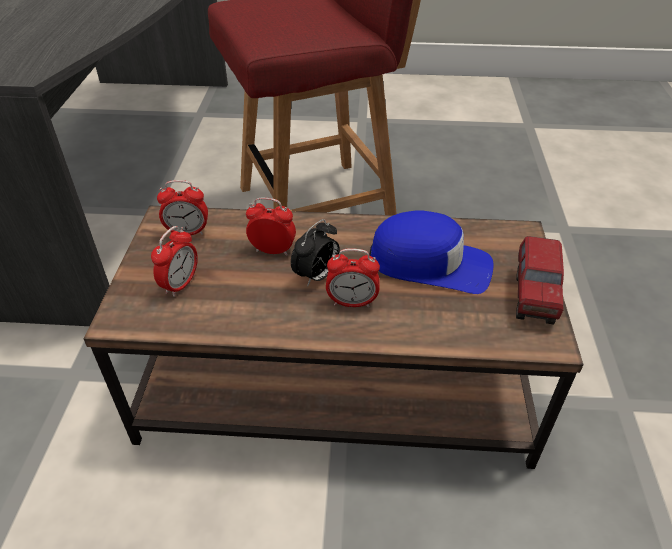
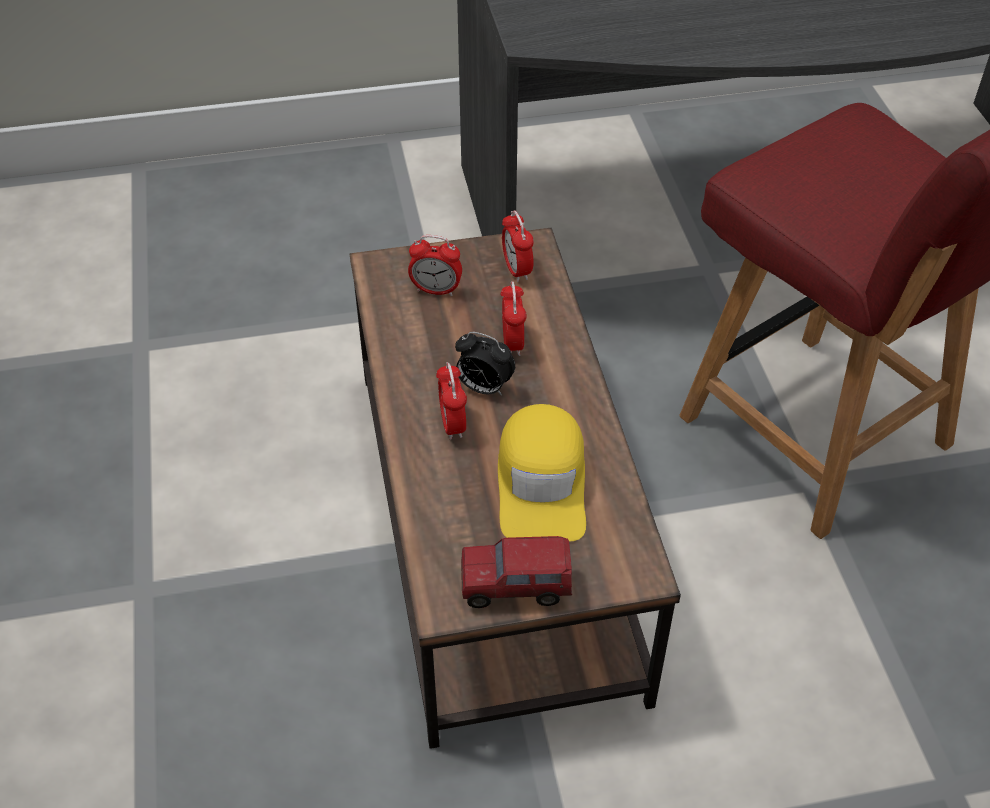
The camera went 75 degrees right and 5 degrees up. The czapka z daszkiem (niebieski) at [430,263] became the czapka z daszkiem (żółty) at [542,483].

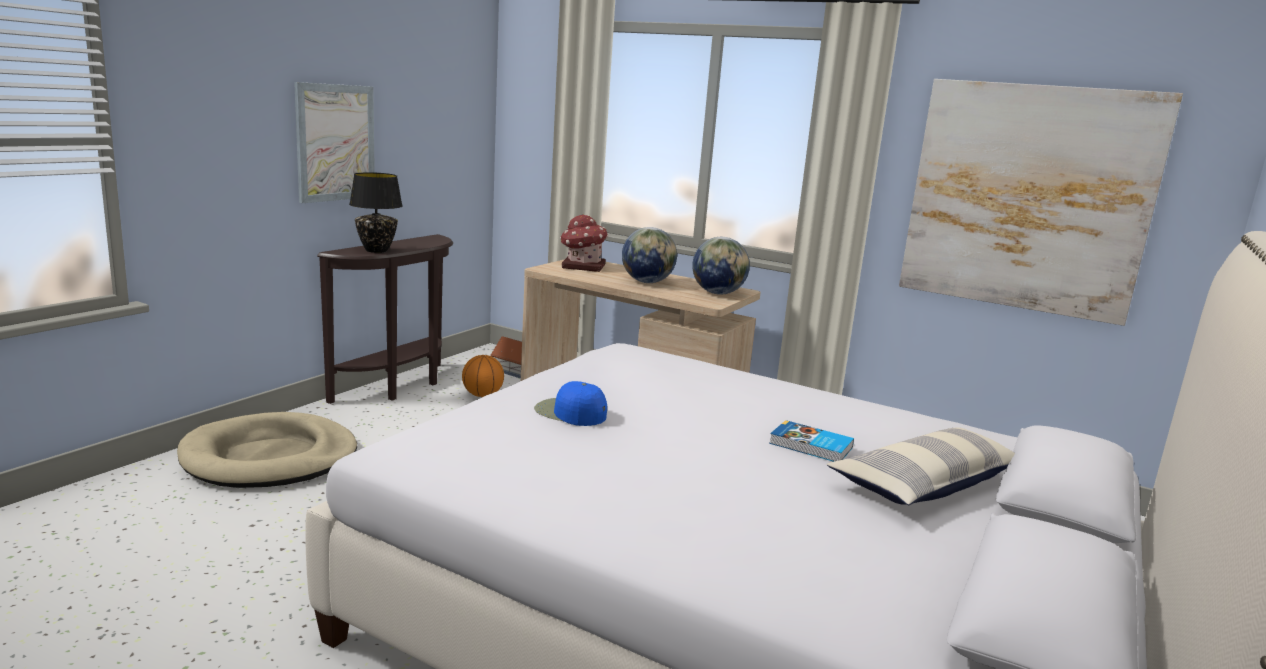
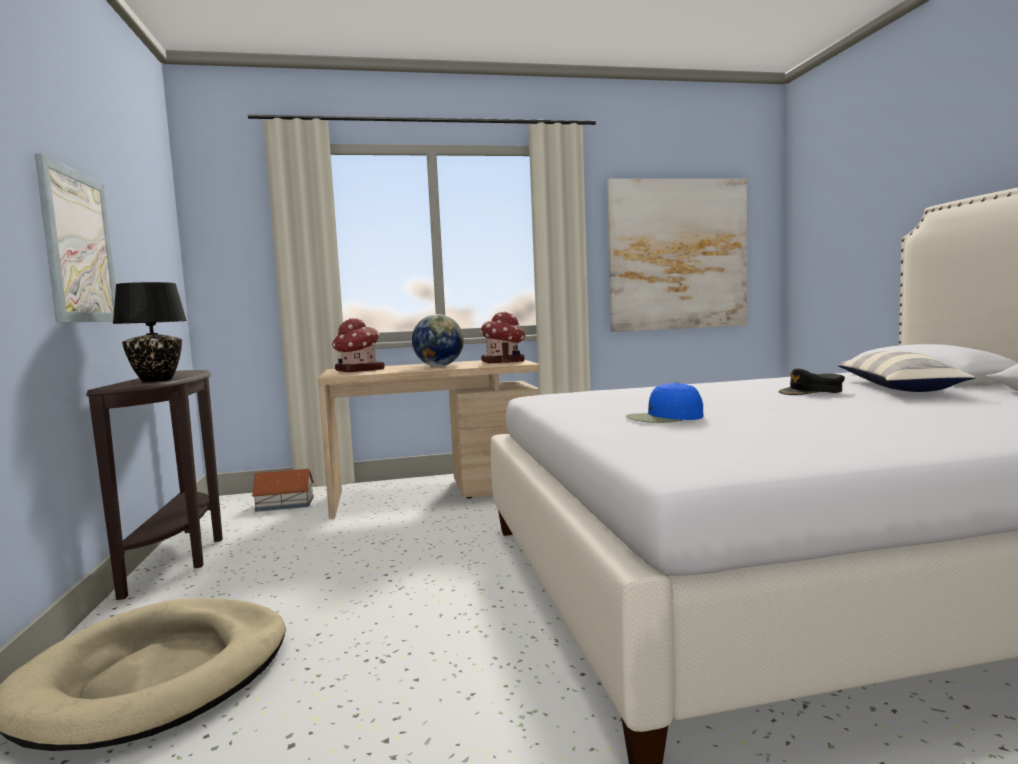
The camera went 40 degrees left and 10 degrees down. The piłka do koszykówki at [482,395] disappeared. The globus at [718,293] was replaced by the domek at [503,361]. The książka at [811,446] was replaced by the czapka z daszkiem (czarny) at [811,392].

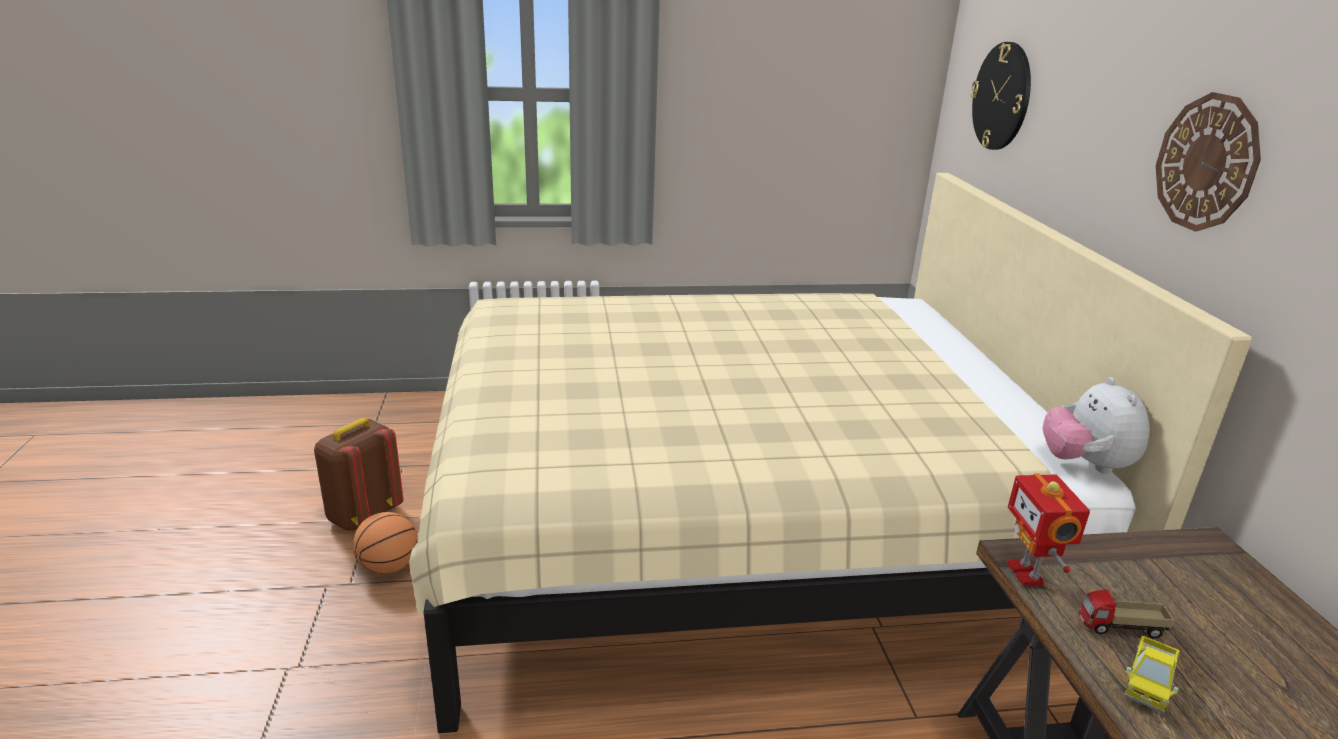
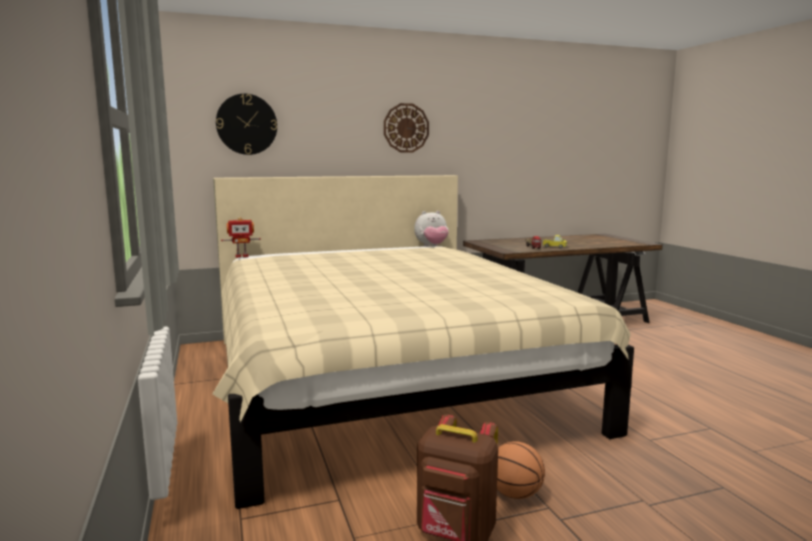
The camera went 100 degrees left and 15 degrees down. The robot zabawkowy moved from [1027,574] to [242,256].

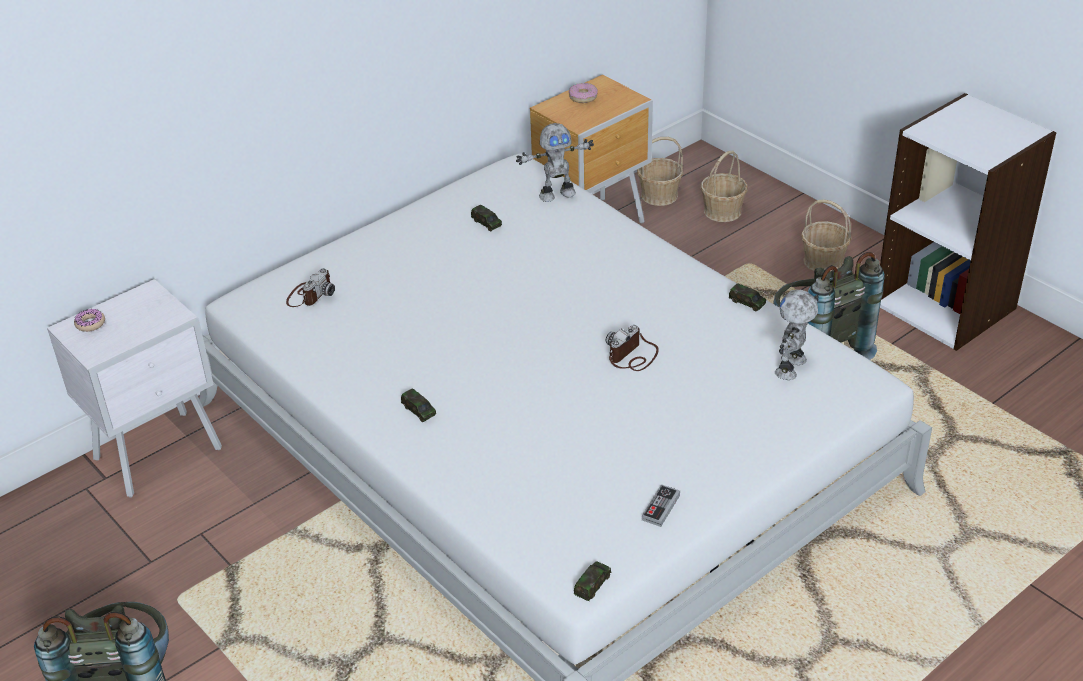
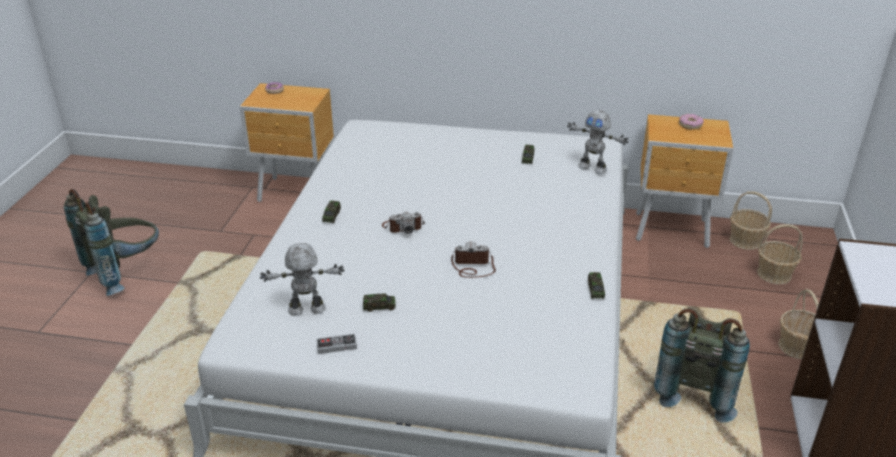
The camera went 50 degrees right and 5 degrees down. The aparat fotograficzny moved from [310,295] to [403,227]. The samochodzik moved from [592,585] to [379,307]. The robot zabawkowy moved from [792,368] to [307,310]. The szafka nocna (biały) at [161,454] became the szafka nocna (brązowy) at [297,194].

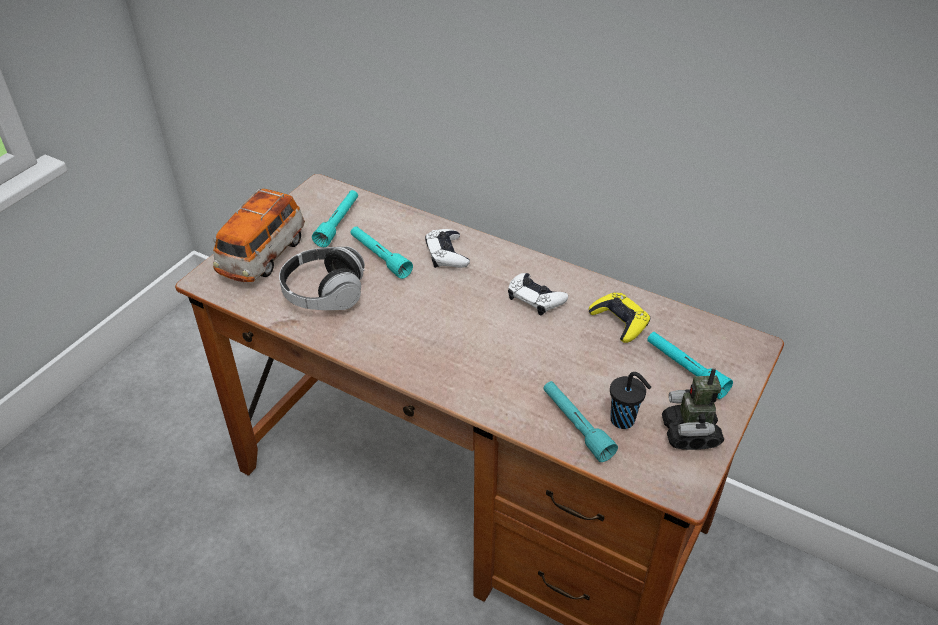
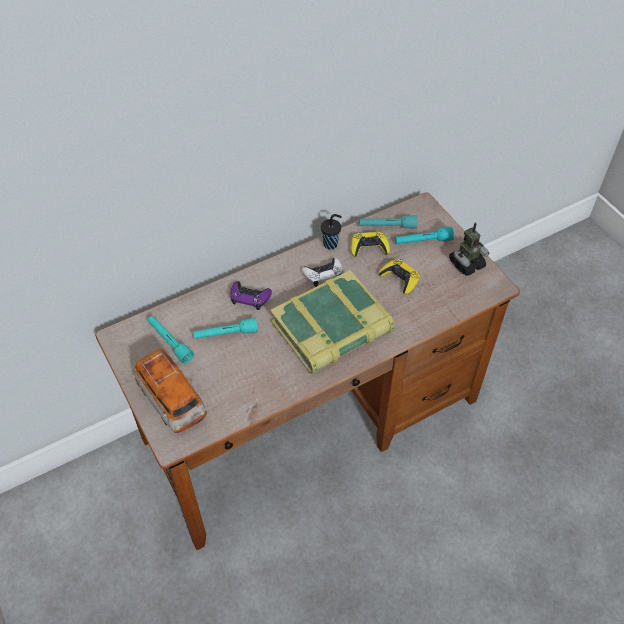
The camera went 60 degrees left and 10 degrees up. The słuchawki at [324,293] disappeared. The książka at [332,329] appeared. The pad do gier (żółty) at [400,279] appeared. The latarka (turkusowy) moved from [576,426] to [387,226]. The filiżanka (czarny) moved from [624,420] to [331,244]. The pad do gier (biały) at [446,254] became the pad do gier (fioletowy) at [250,297]. The robot zabawkowy at [690,434] turned 60 degrees counterclockwise.

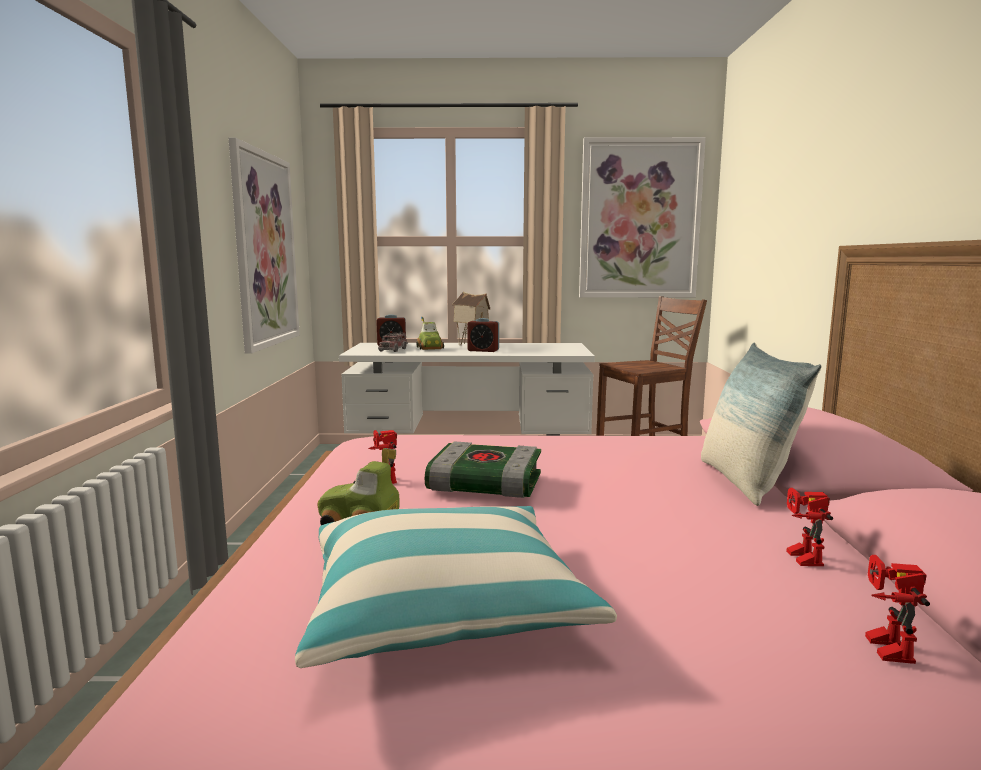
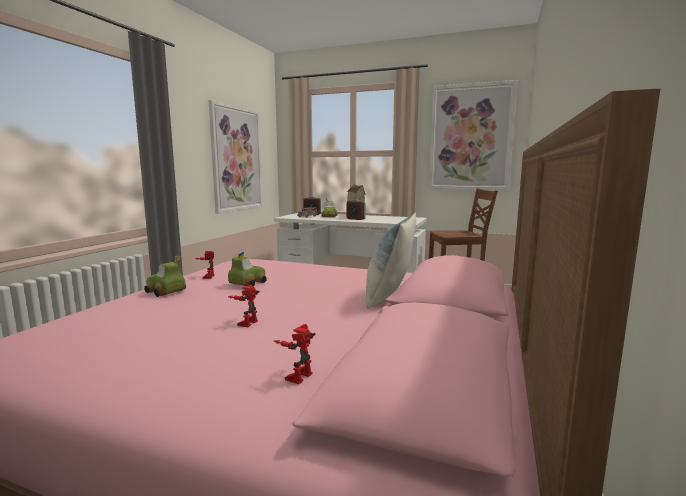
The camera went 20 degrees right and 0 degrees up. The poduszka at [443,607] disappeared. The robot zabawkowy moved from [798,557] to [246,322]. The książka at [483,485] was replaced by the samochodzik at [247,283].

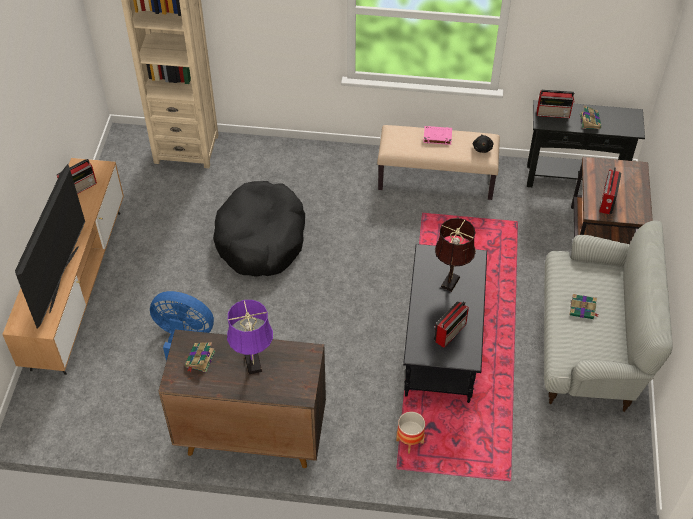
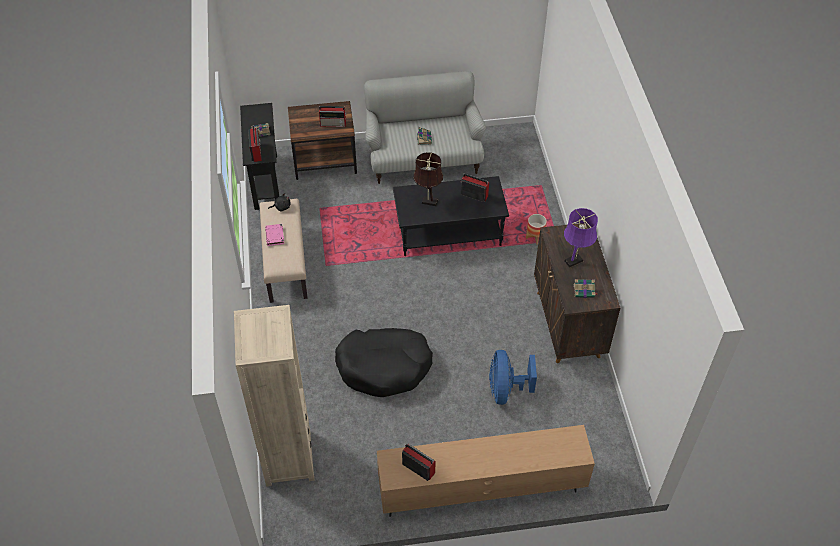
The camera went 105 degrees left and 0 degrees up. The telewizor at [62,278] disappeared.

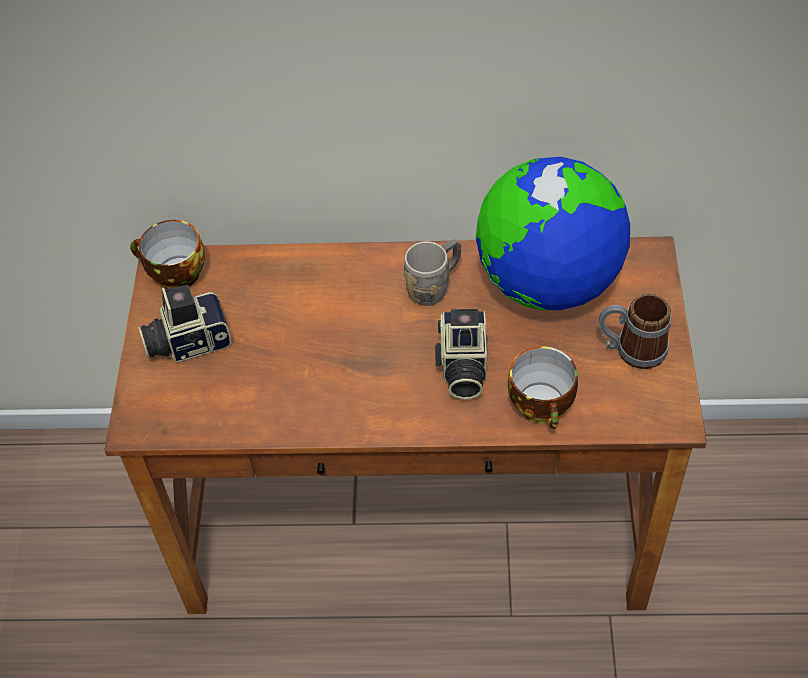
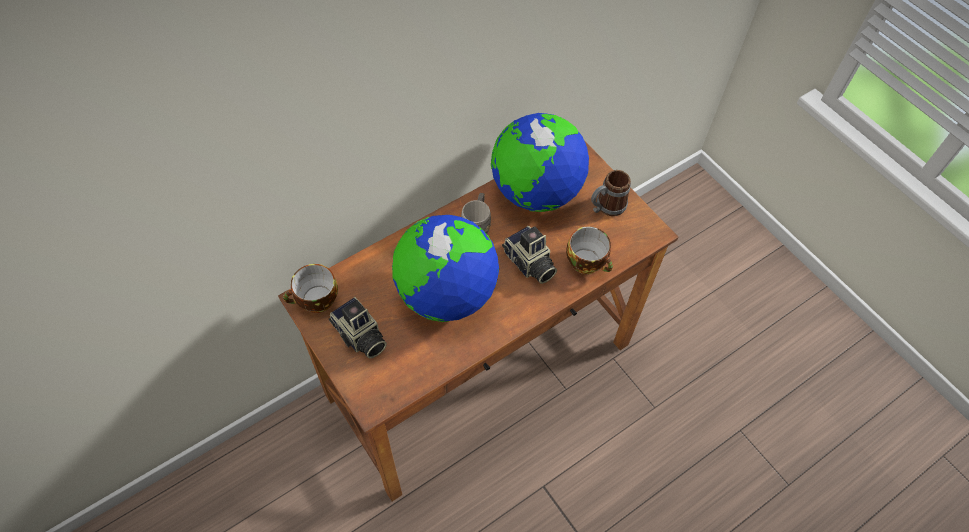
The camera went 40 degrees left and 5 degrees up. The globus at [446,294] appeared. The aparat fotograficzny at [187,341] turned 75 degrees counterclockwise.

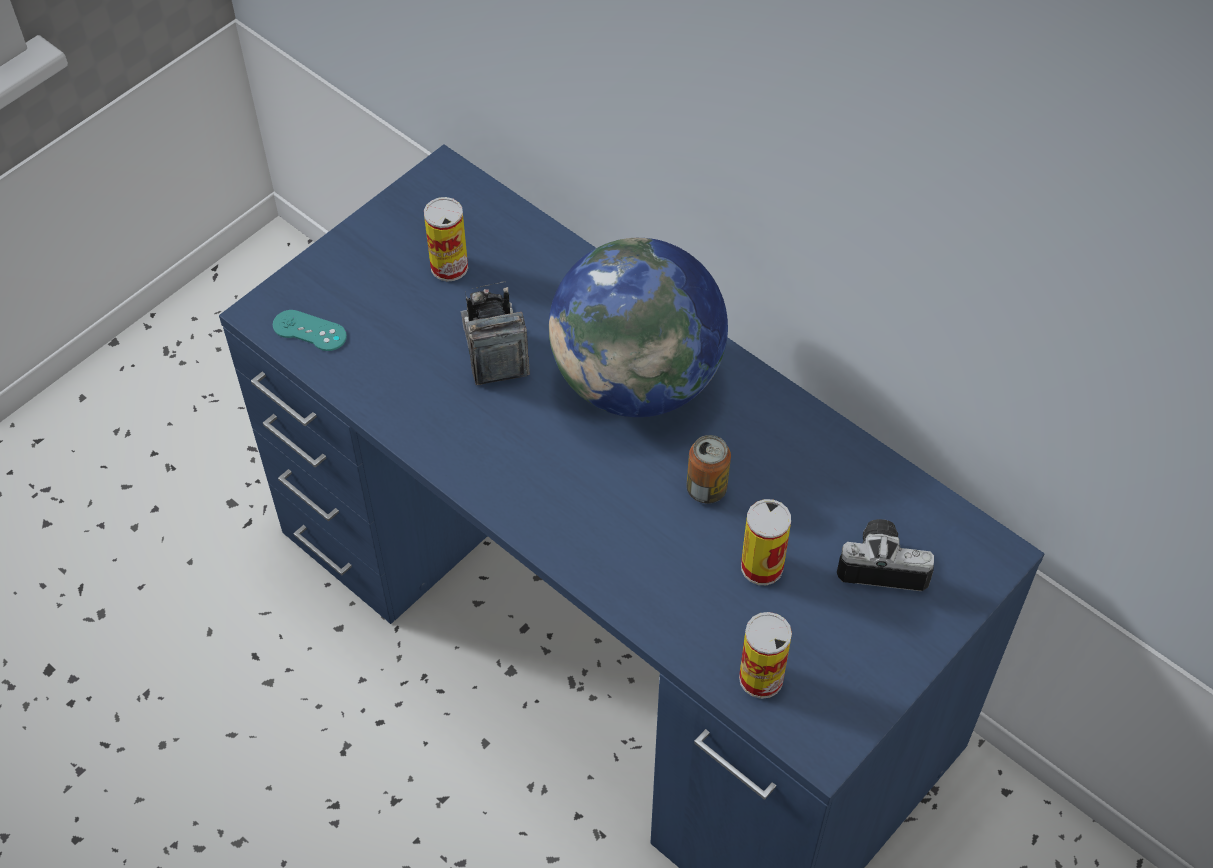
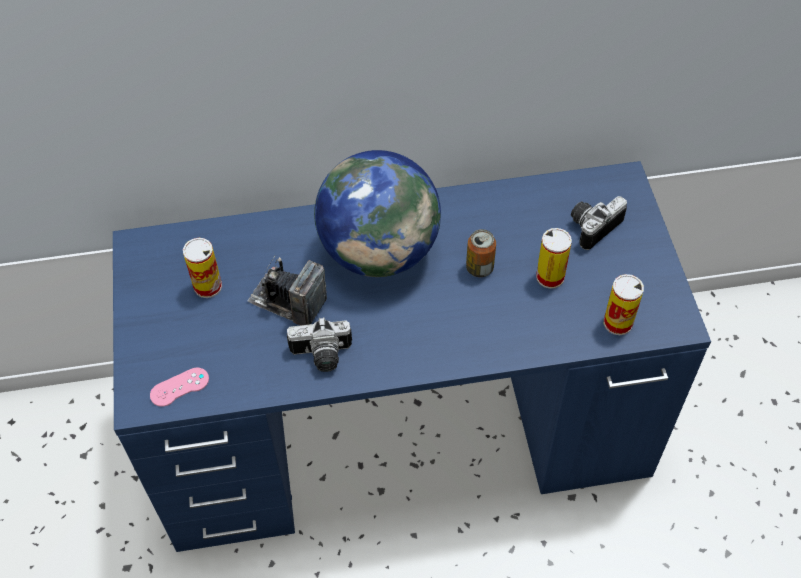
The camera went 50 degrees left and 0 degrees up. The aparat fotograficzny at [321,356] appeared. The pad do gier (turkusowy) at [309,331] became the pad do gier (różowy) at [179,387].

